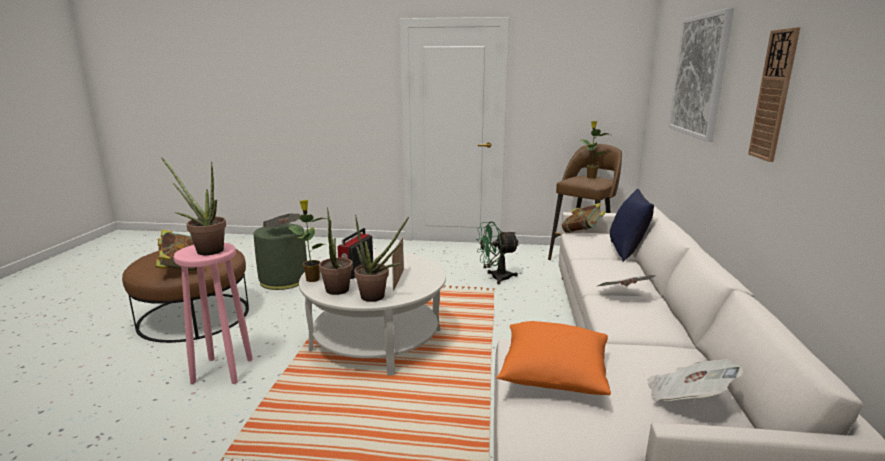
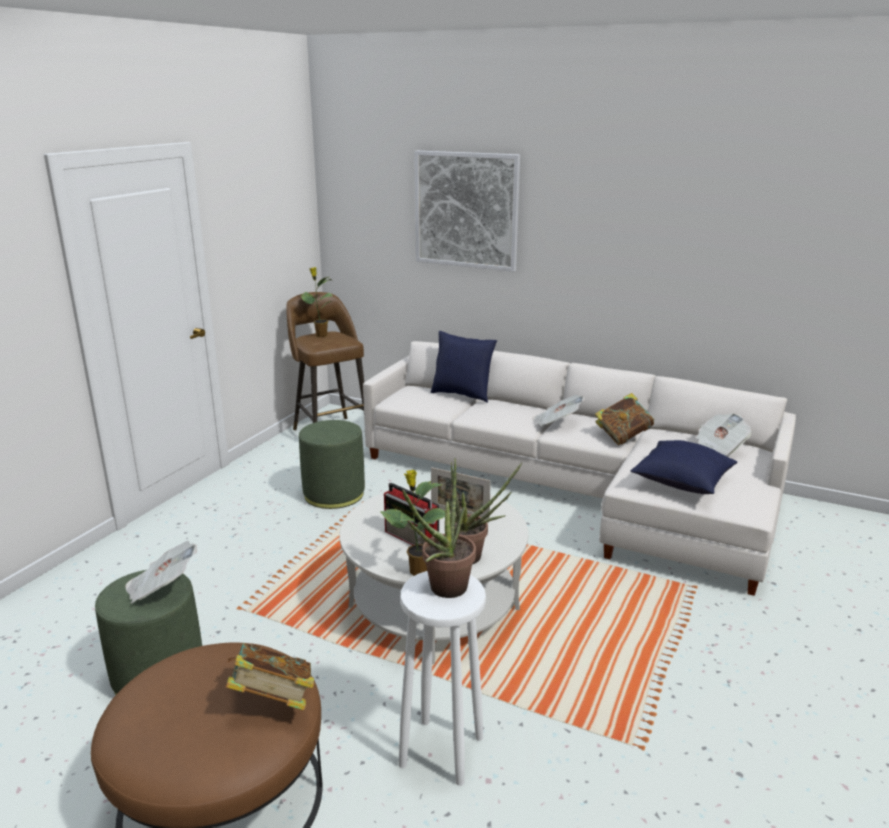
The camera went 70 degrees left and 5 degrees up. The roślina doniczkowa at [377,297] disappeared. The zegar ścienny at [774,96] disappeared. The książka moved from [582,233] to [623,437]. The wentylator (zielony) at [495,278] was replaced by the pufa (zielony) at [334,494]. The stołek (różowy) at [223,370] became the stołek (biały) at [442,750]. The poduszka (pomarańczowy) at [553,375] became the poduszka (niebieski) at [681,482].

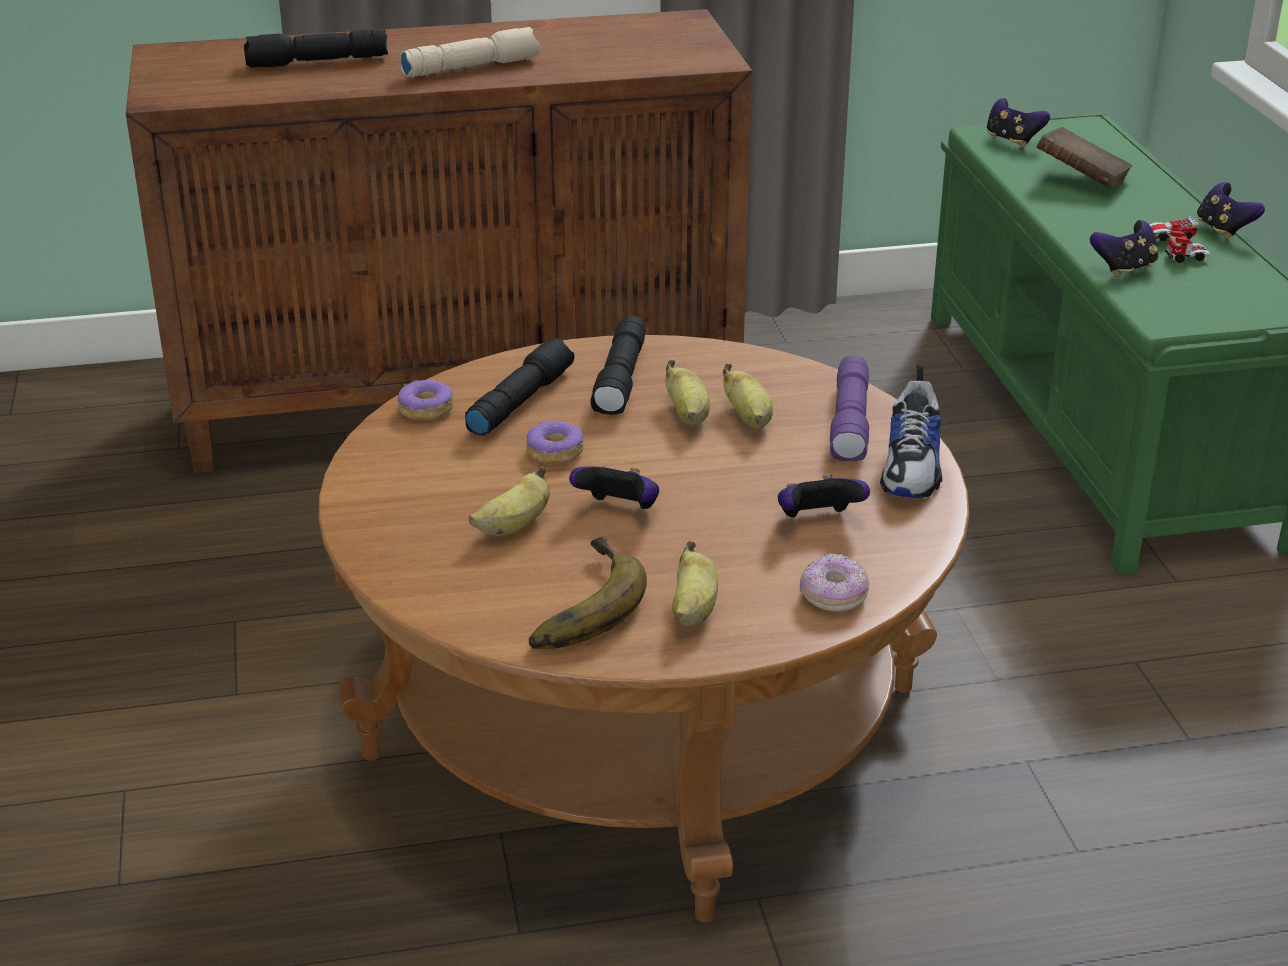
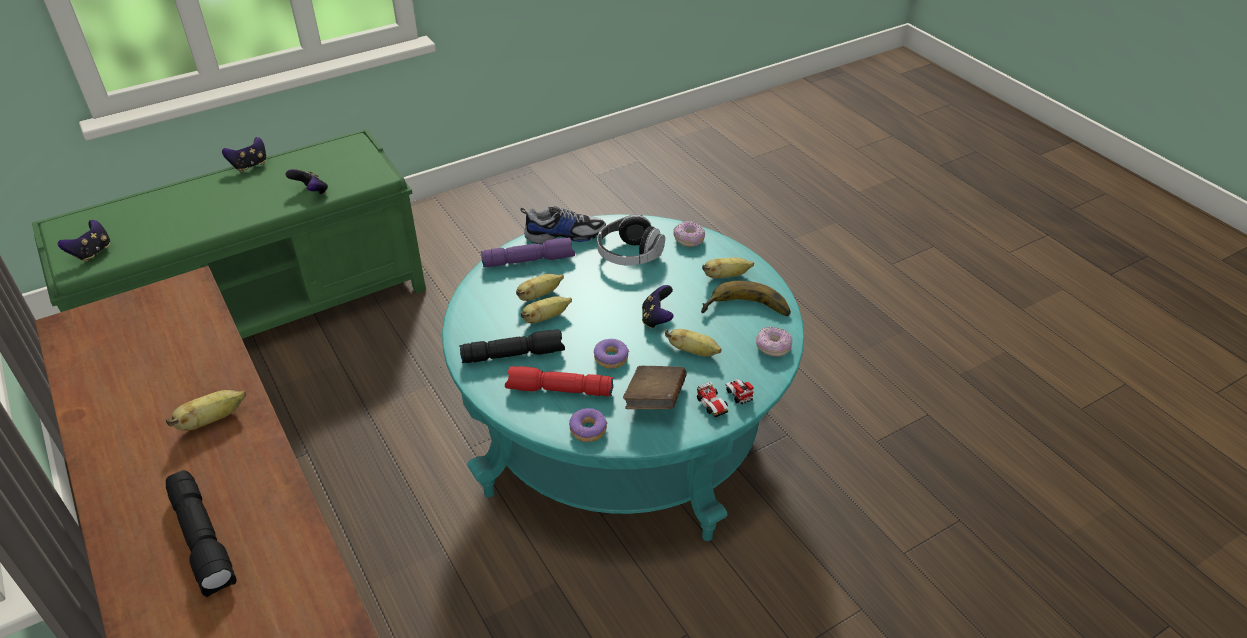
The camera went 110 degrees left and 10 degrees up. The donut at [773,348] appeared. The książka (brązowy) moved from [1081,179] to [654,400]. The samochodzik moved from [1176,248] to [725,401]. The latarka (beżowy) at [471,67] was replaced by the banan at [212,420]. The pad do gier at [818,520] was replaced by the słuchawki at [629,255]. The ława (brązowy) at [644,722] became the ława (turkusowy) at [622,433]. The latarka (czarny) at [519,401] became the latarka (czerwony) at [558,390].

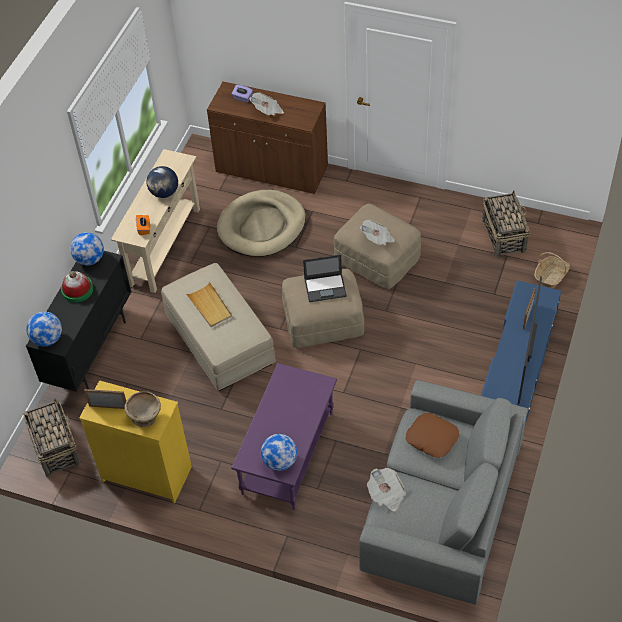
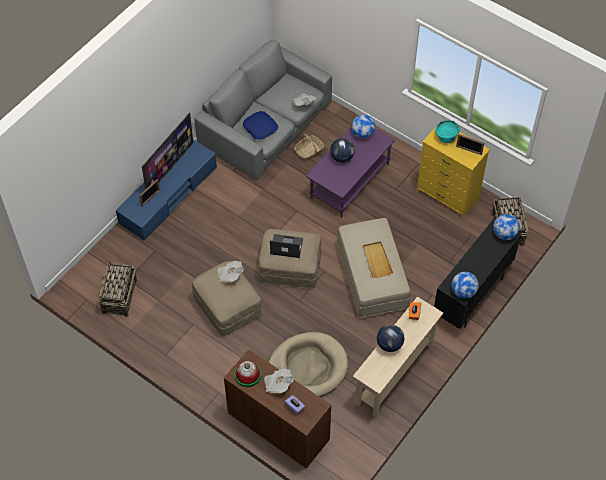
The camera went 165 degrees left and 5 degrees up. The globus at [342,157] appeared. The kapelusz moved from [77,290] to [247,375]. The koszyk moved from [551,276] to [309,151]. The miska (beżowy) at [145,416] became the miska (turkusowy) at [446,137]. The poduszka (brązowy) at [431,438] became the poduszka (niebieski) at [260,127].

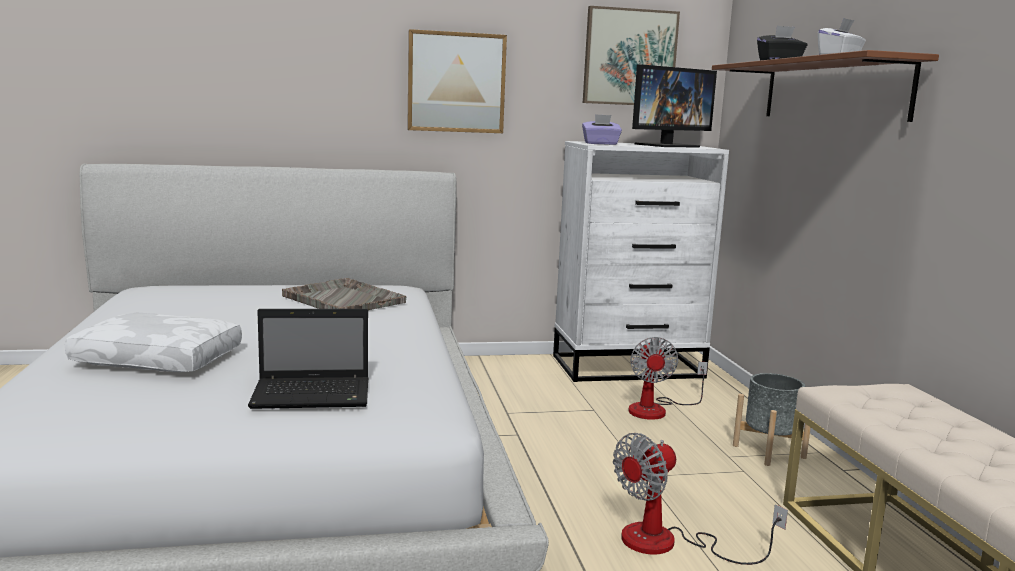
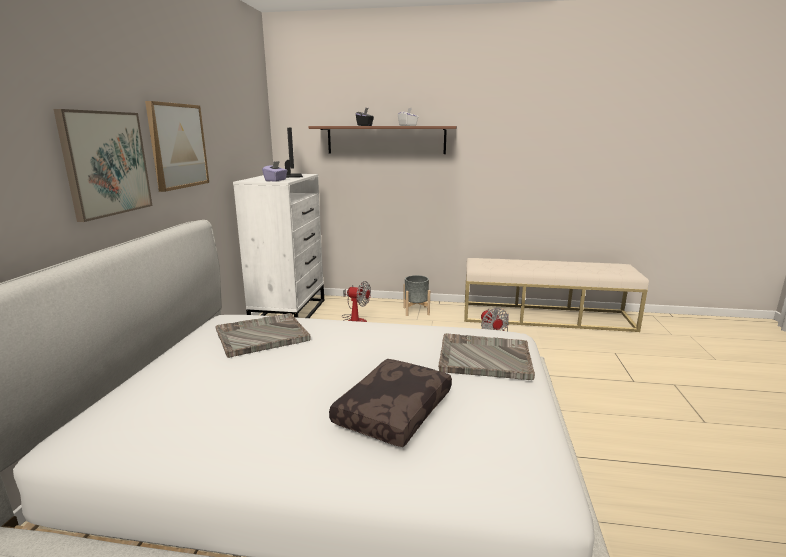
The camera went 70 degrees left and 5 degrees up. The obraz moved from [629,57] to [106,163]. The laptop at [314,395] was replaced by the taca (szary) at [484,358]. The poduszka (biały) at [160,359] became the poduszka (brązowy) at [392,410].

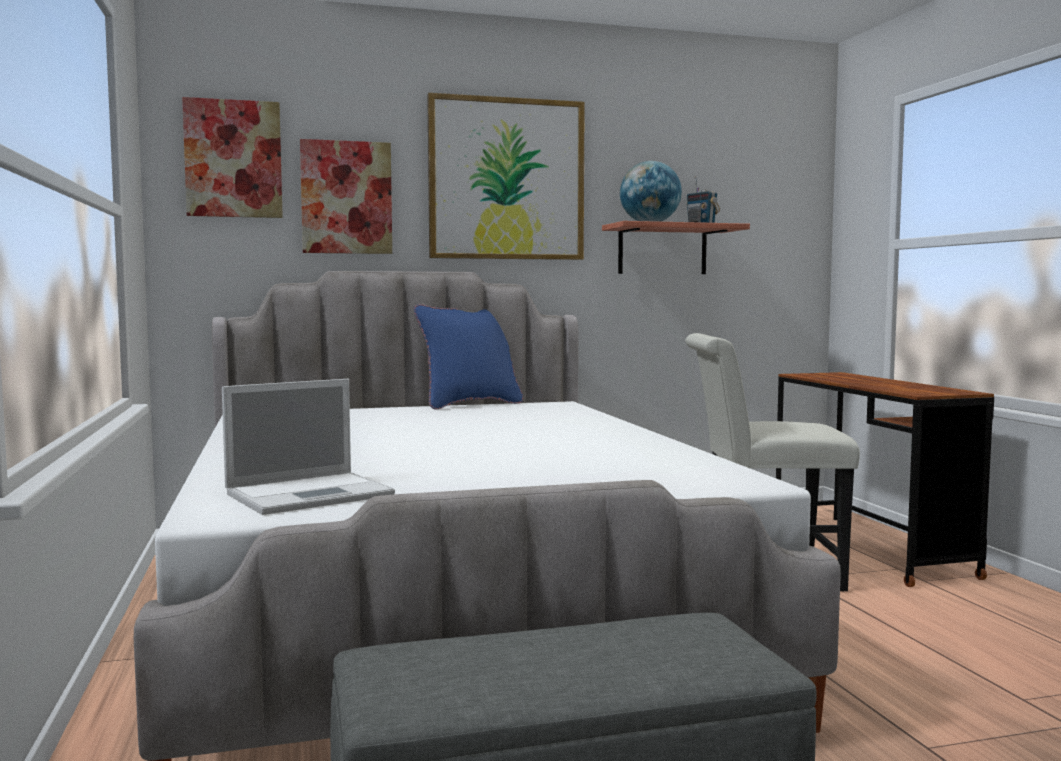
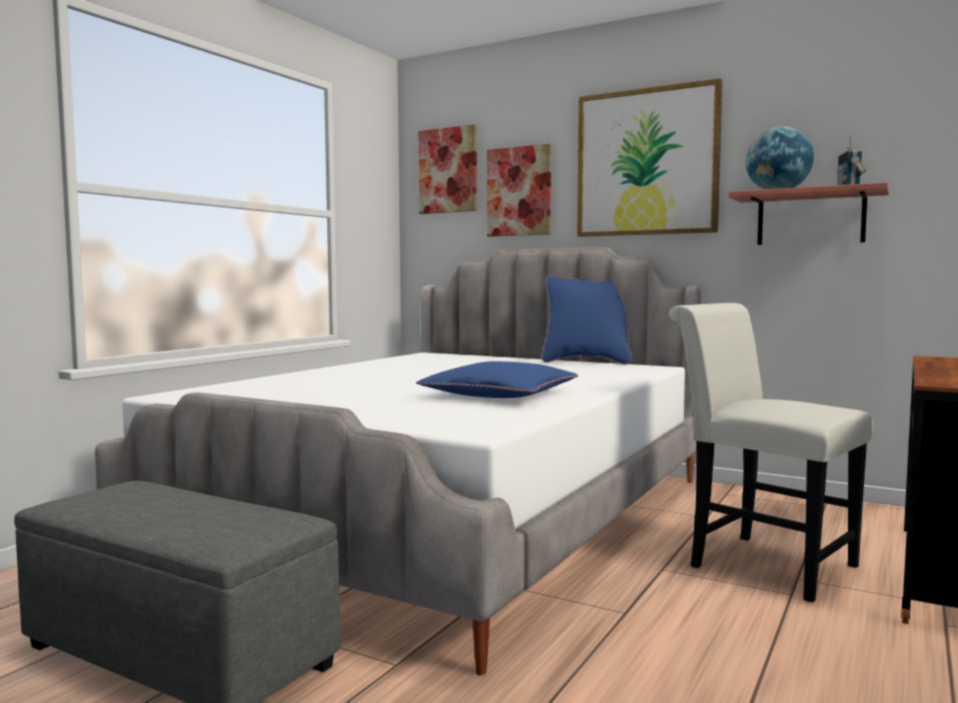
The camera went 45 degrees right and 0 degrees up. The laptop at [312,494] disappeared. The poduszka (niebieski) at [499,394] appeared.

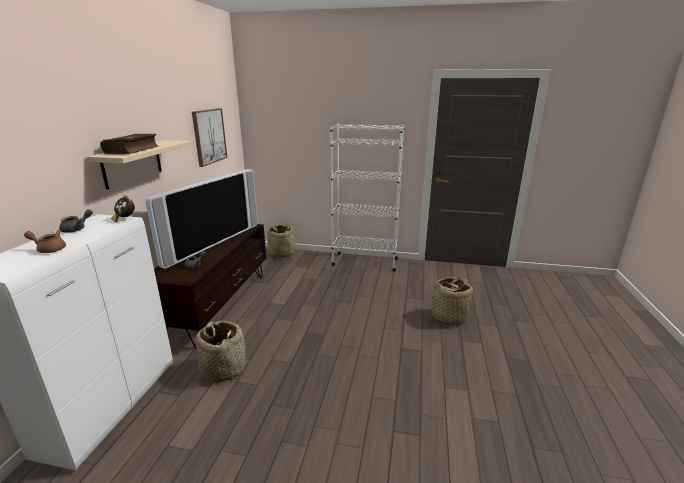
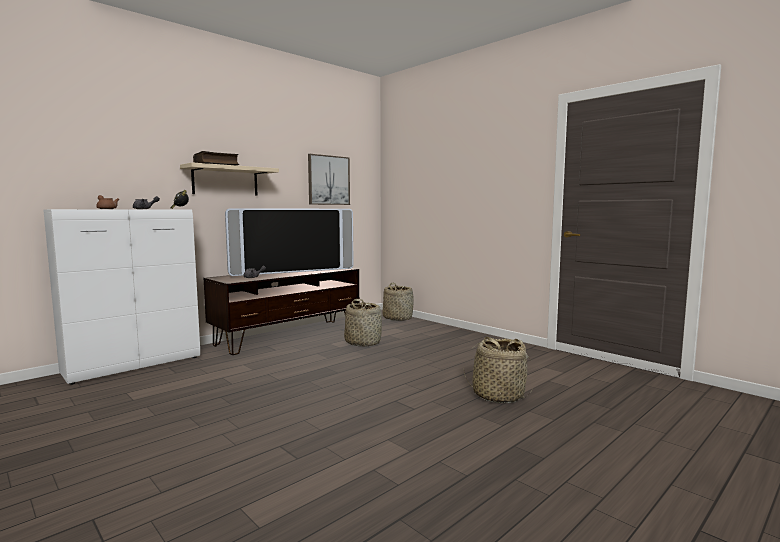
The camera went 35 degrees right and 15 degrees down. The regał (biały) at [364,262] disappeared. The koszyk moved from [223,369] to [363,342].

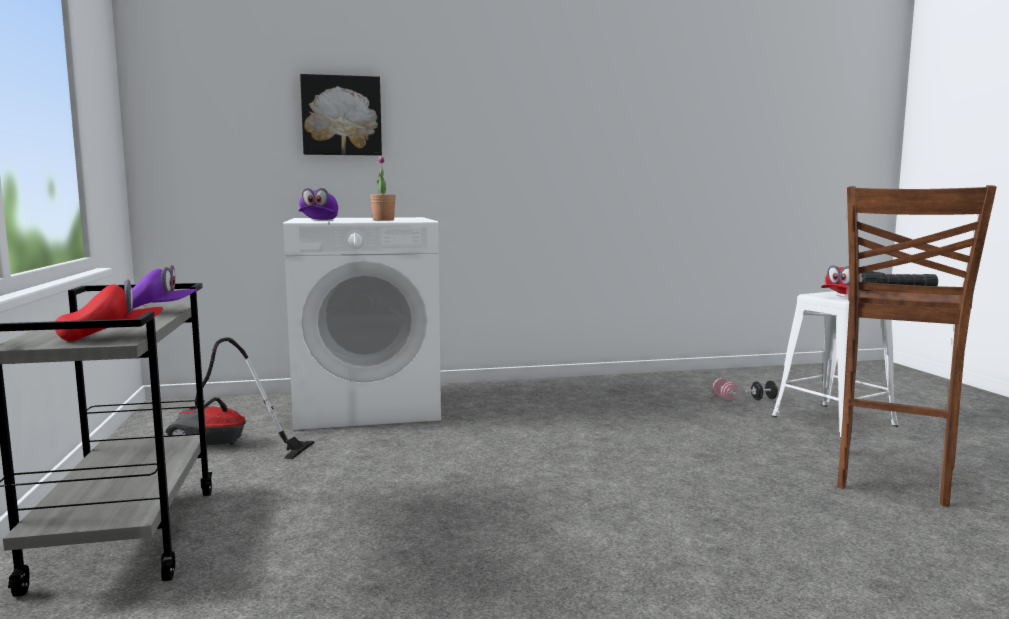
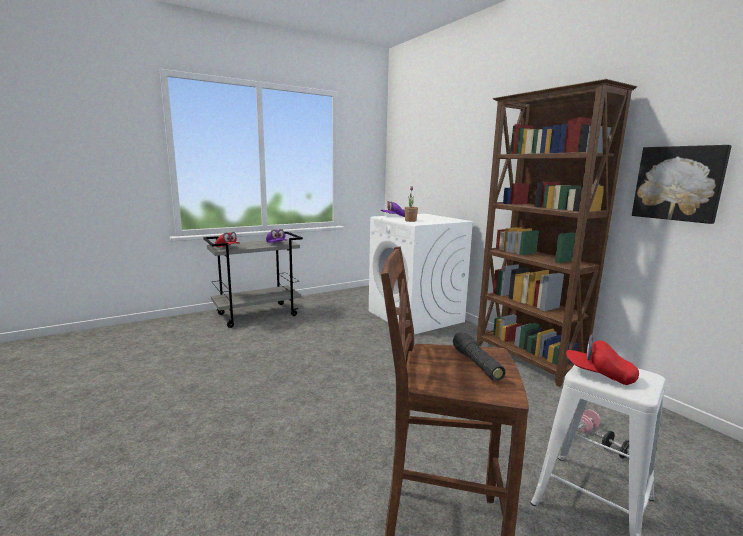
The camera went 70 degrees right and 5 degrees up. The odkurzacz at [225,447] disappeared. The regał (brązowy) at [527,360] appeared. The obraz moved from [341,116] to [679,183].

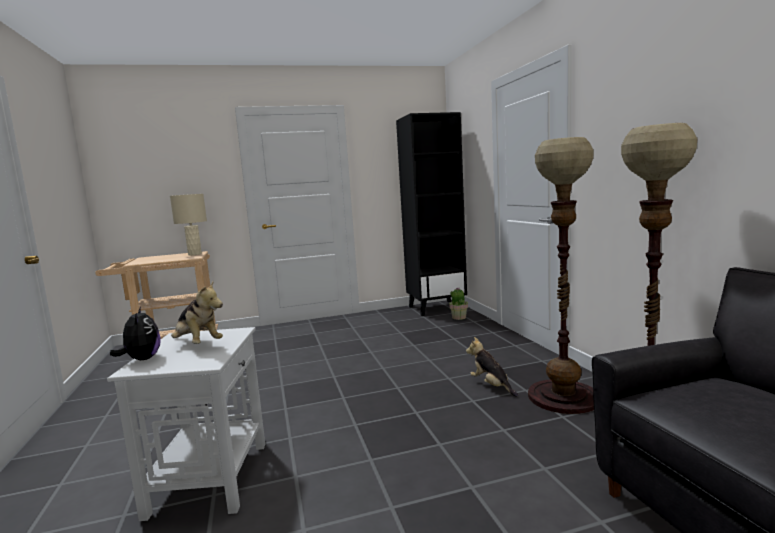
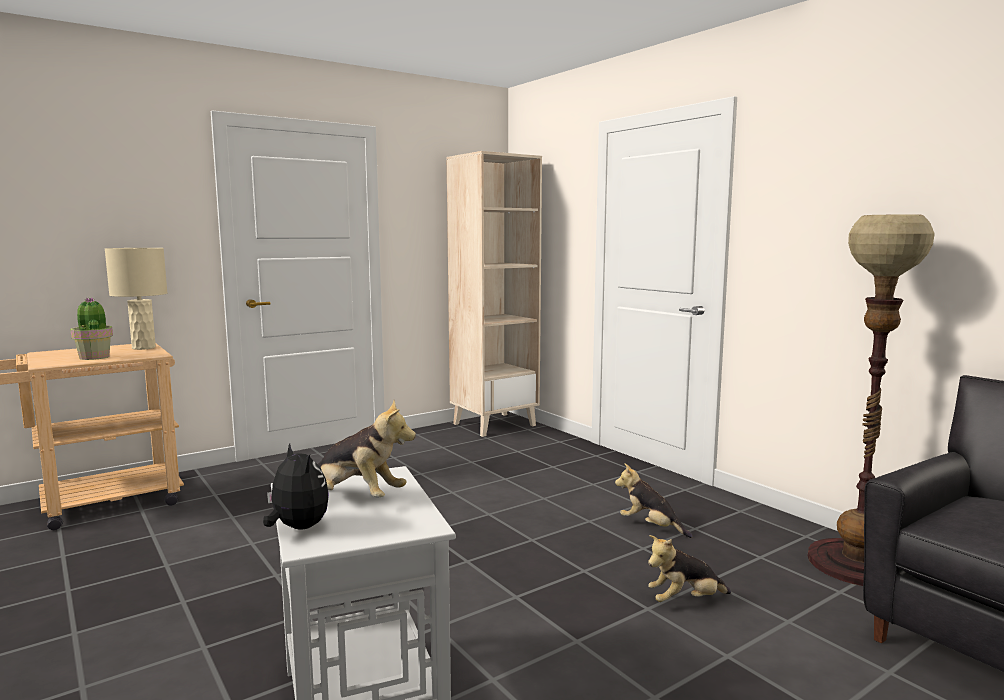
The camera went 20 degrees left and 0 degrees up. The lampa stojąca at [563,397] disappeared. The pluszak at [685,601] appeared. The roślina doniczkowa moved from [459,317] to [94,357]. The regał (czarny) at [436,308] became the regał (beżowy) at [494,424].

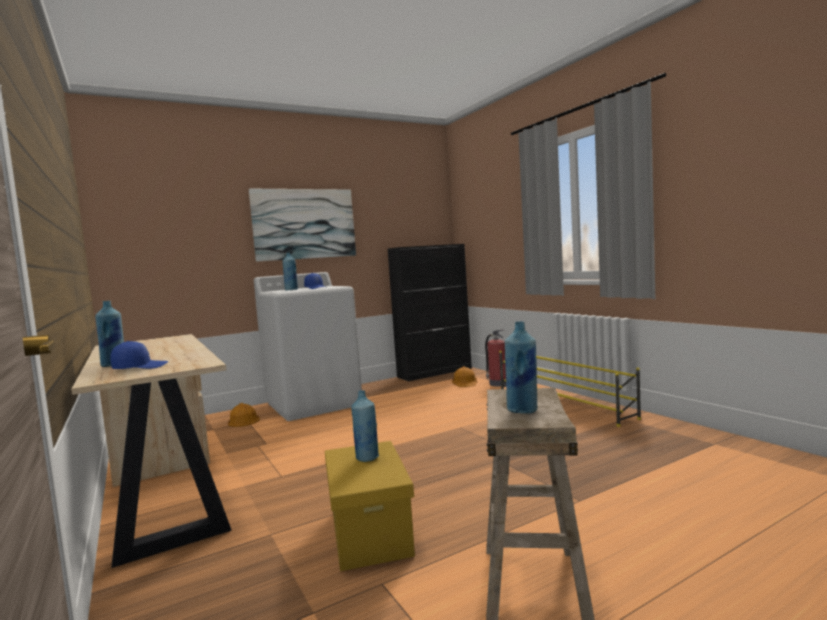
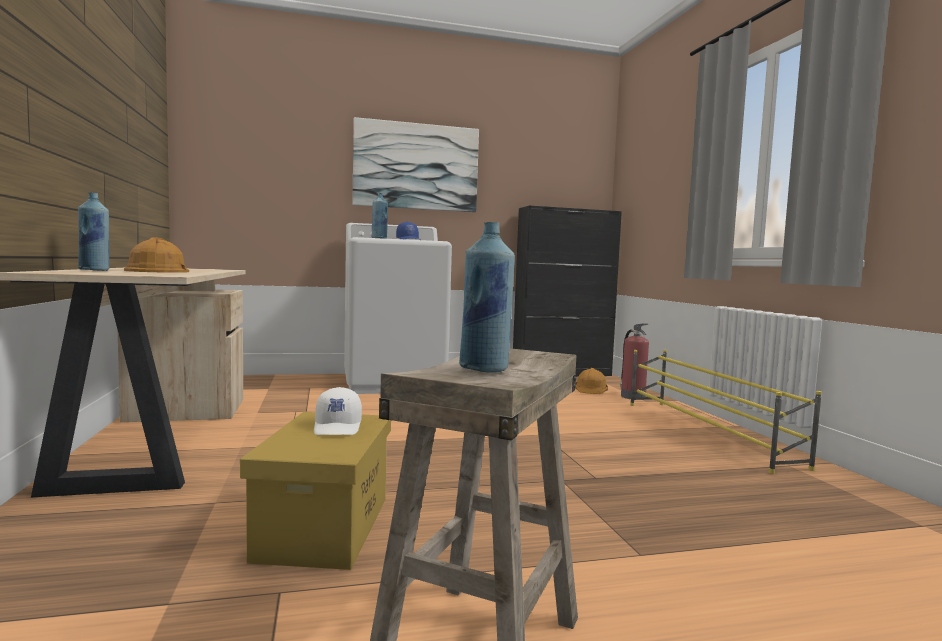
The camera went 15 degrees right and 0 degrees up. The czapka z daszkiem (niebieski) at [140,367] disappeared. The kask (pomarańczowy) moved from [243,420] to [159,271]. The butelka (niebieski) at [367,458] was replaced by the czapka z daszkiem (biały) at [338,427].

